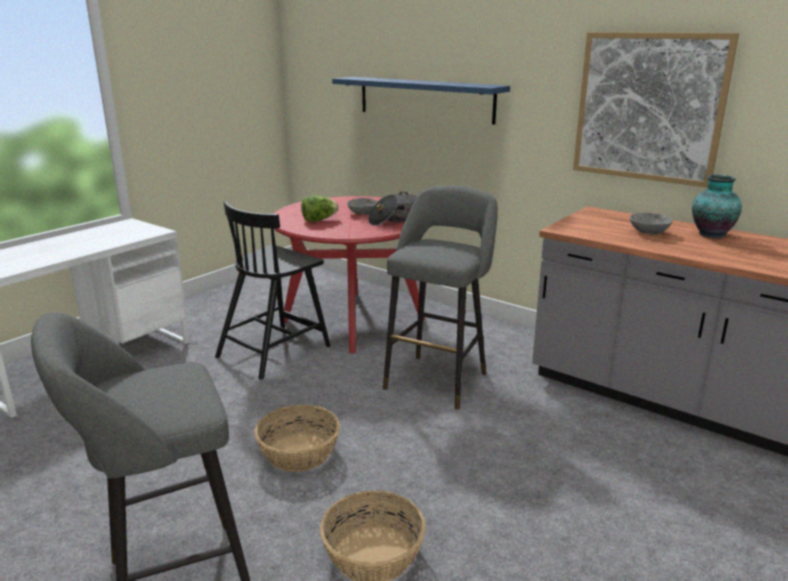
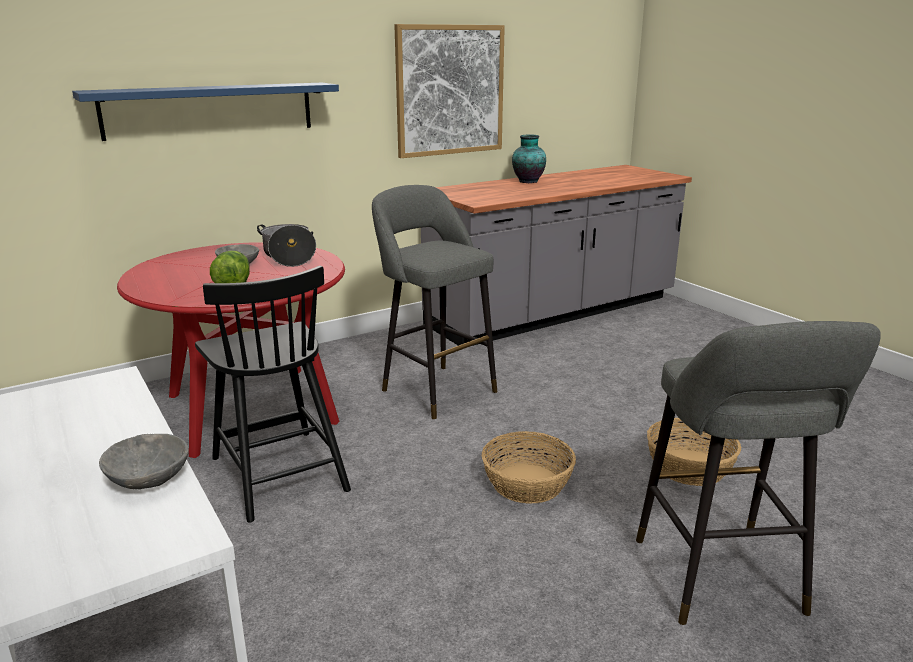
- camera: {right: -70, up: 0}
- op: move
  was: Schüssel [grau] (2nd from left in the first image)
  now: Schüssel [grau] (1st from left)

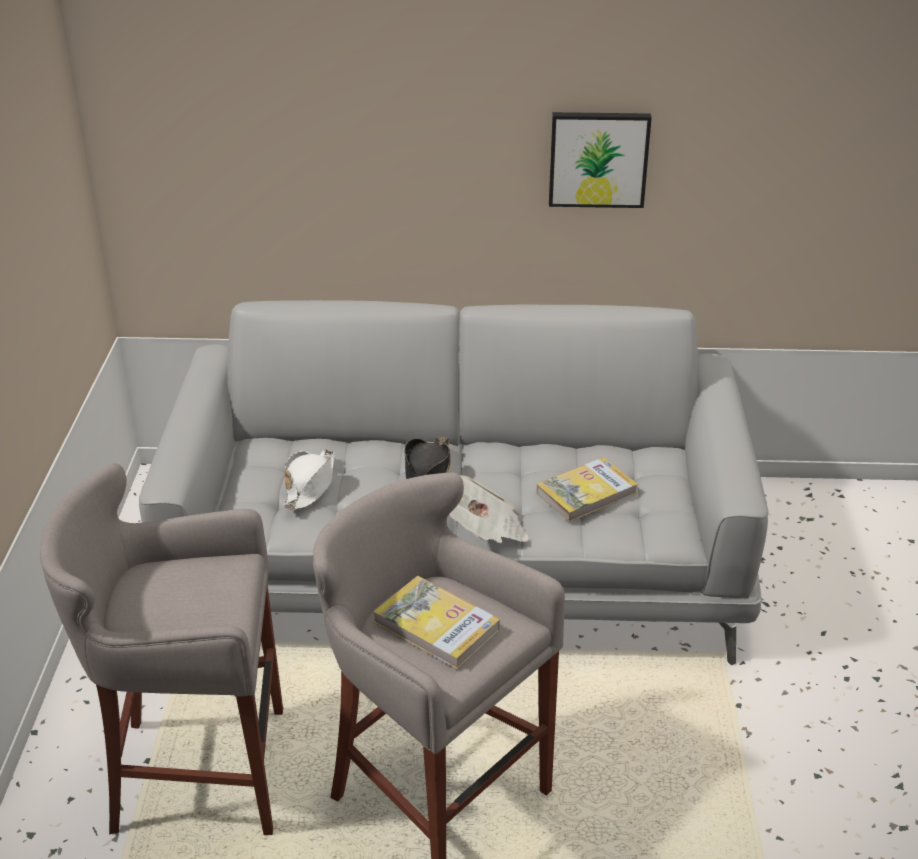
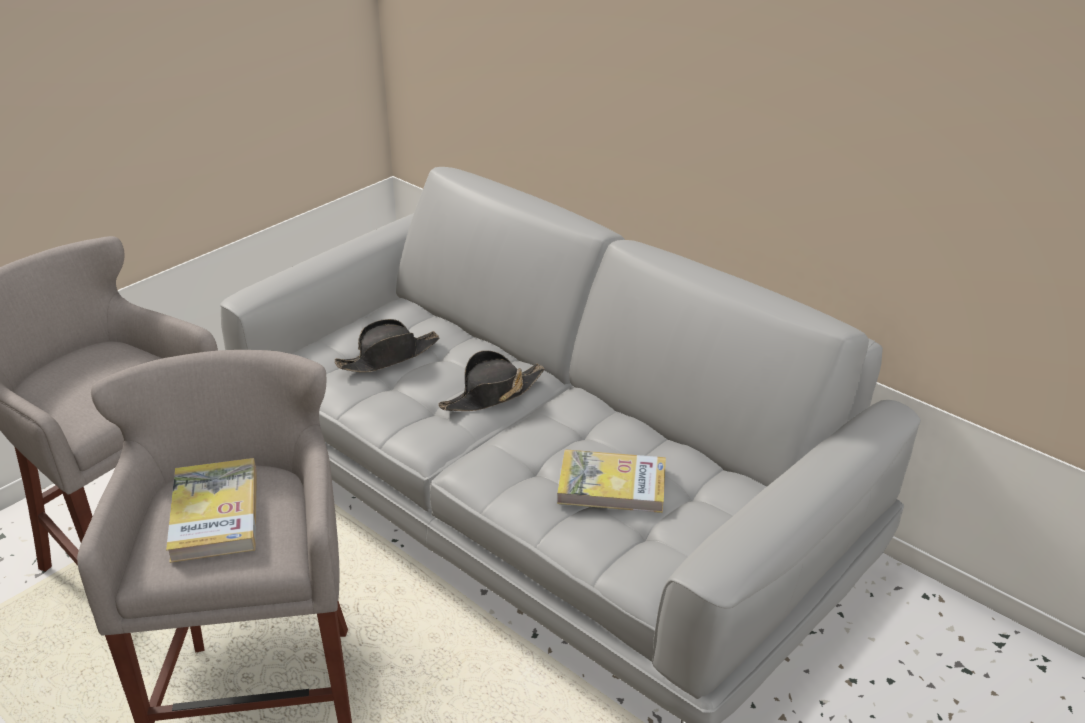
- camera: {right: 40, up: 0}
- op: delete
  was: Zeitung
- op: delete
  was: Bild
- op: recolor
  was: Hut [weiß]
  now: Hut [schwarz] (1st from left)

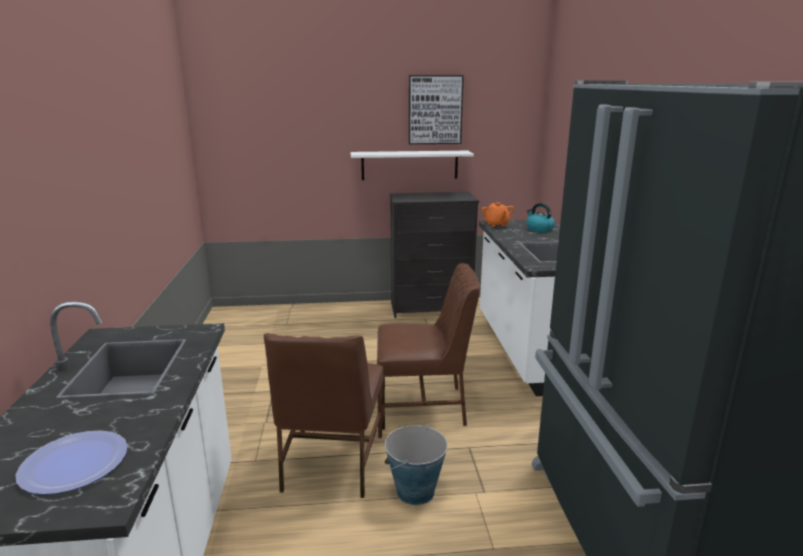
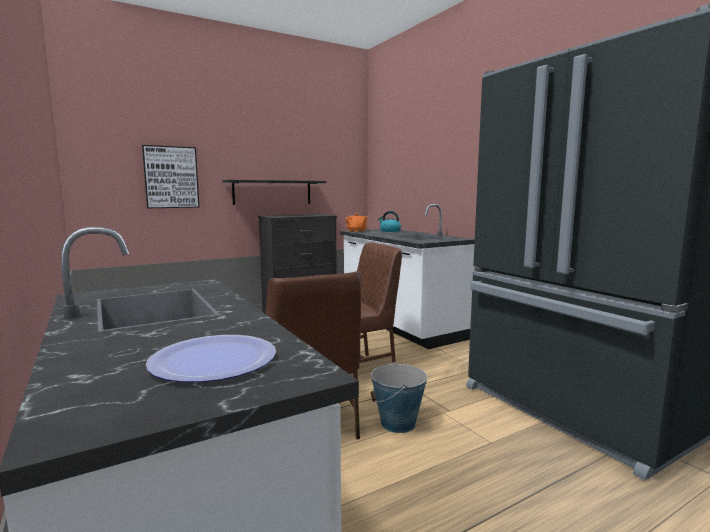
- camera: {right: -25, up: -10}
- op: move
  was: Bild
- op: recolor
  was: Wandregal [weiß]
  now: Wandregal [schwarz]

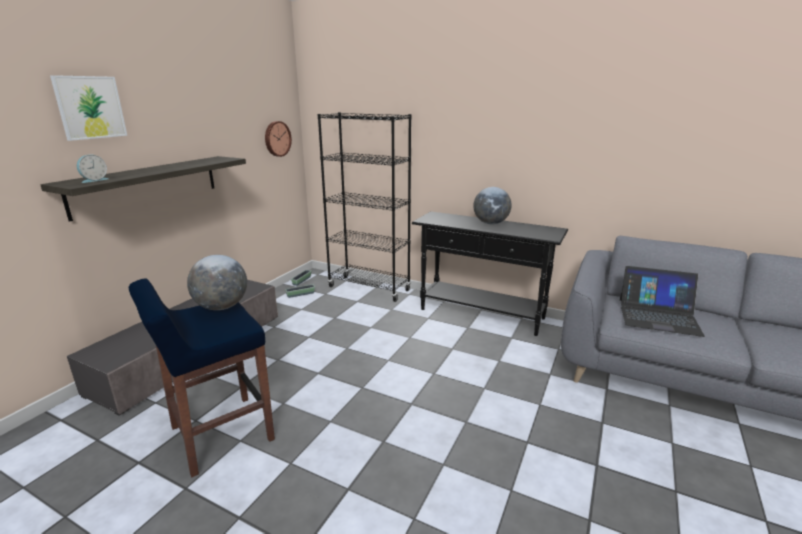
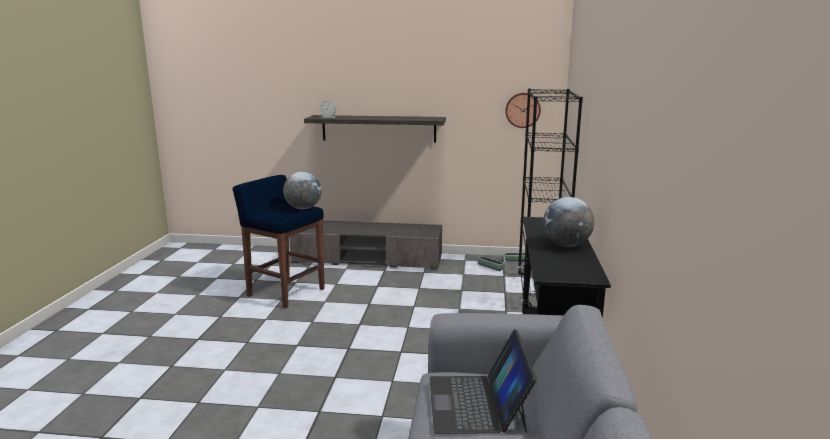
- camera: {right: 70, up: -5}
- op: delete
  was: Bild

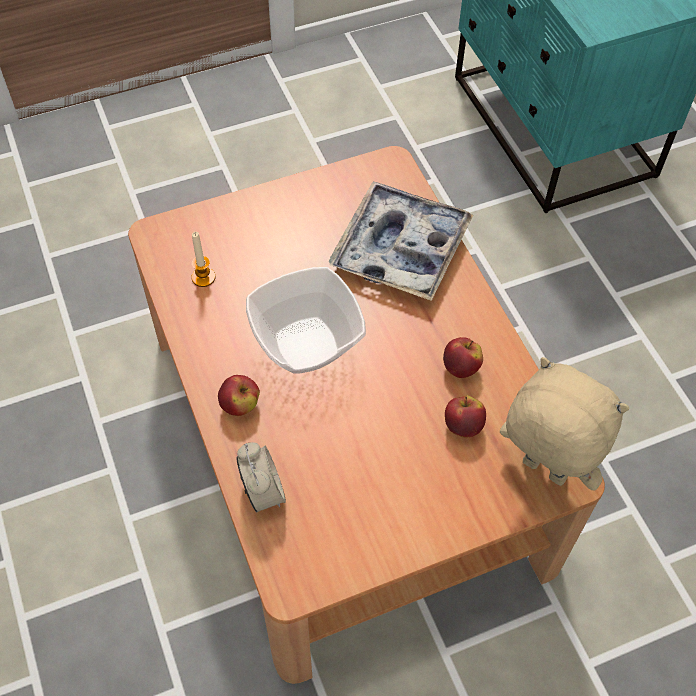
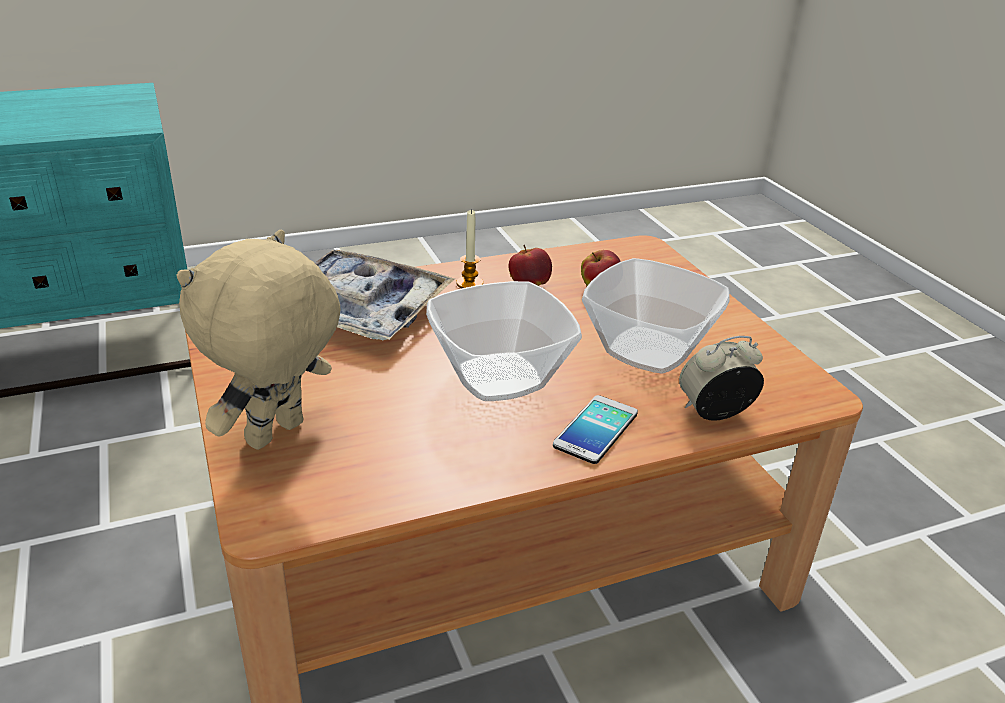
- camera: {right: -90, up: -25}
- op: insert
  now: Schüssel (2nd from left)
- op: move
  was: Kerze
- op: move
  was: Plüschtier [beige]
- op: replace
  was: Apfel (1st from left)
  now: Handy

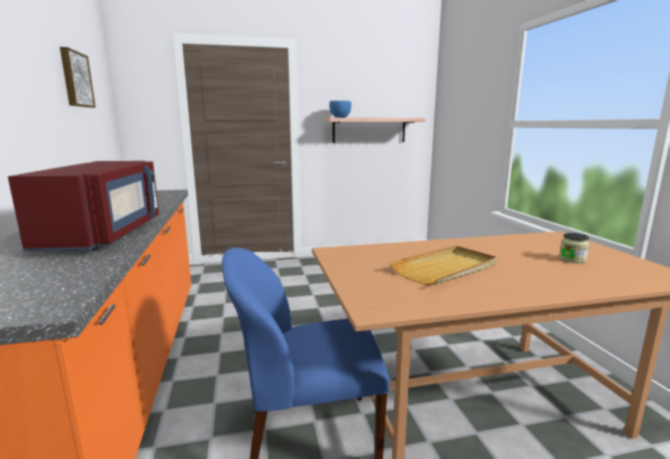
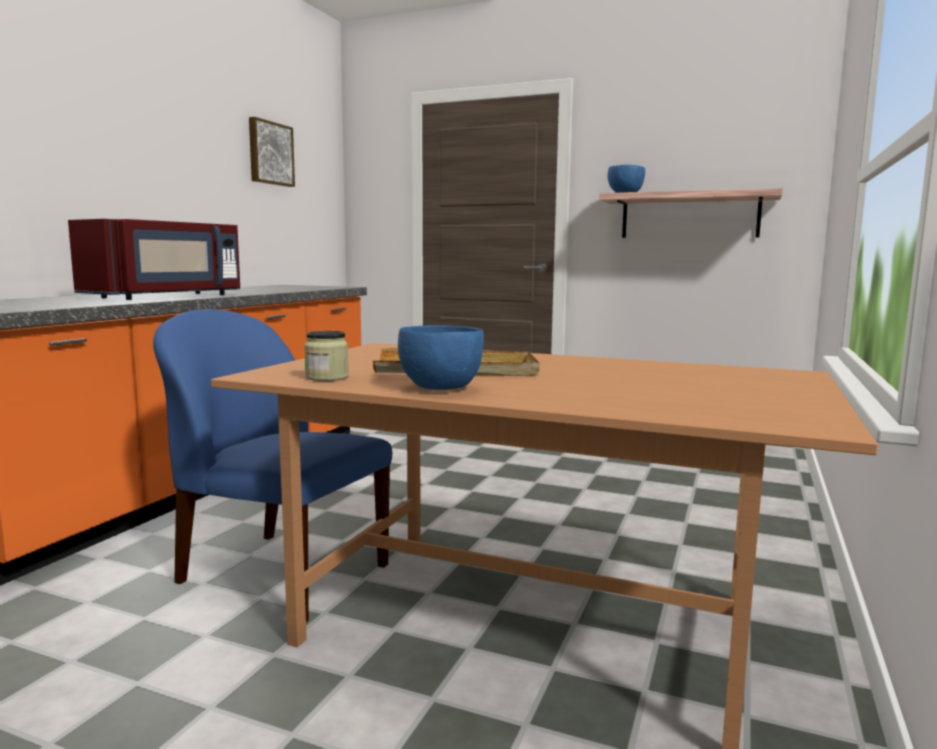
- camera: {right: 35, up: -5}
- op: insert
  now: Schüssel [blau] (1st from left)
- op: move
  was: Vorratsglas

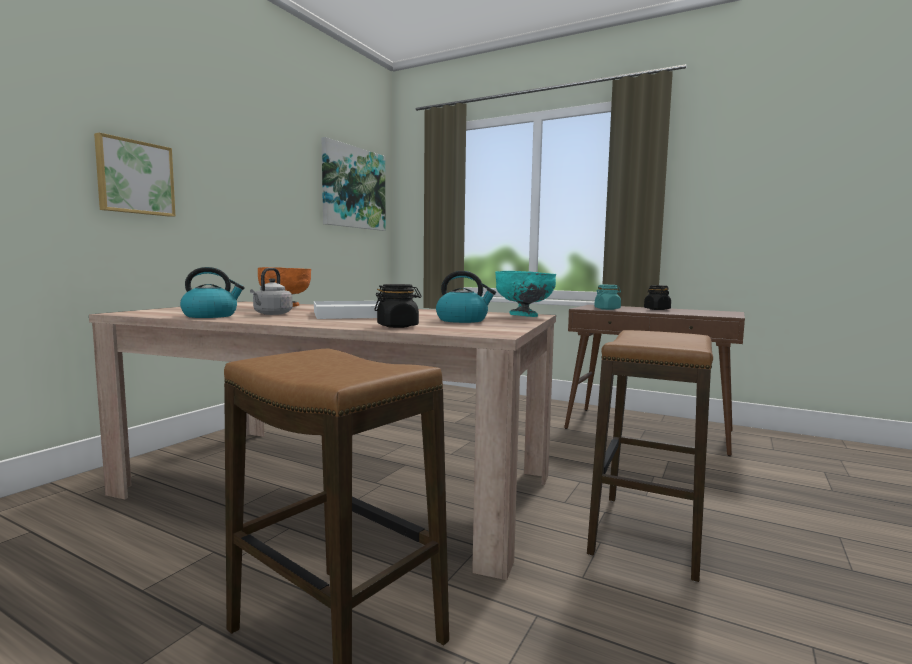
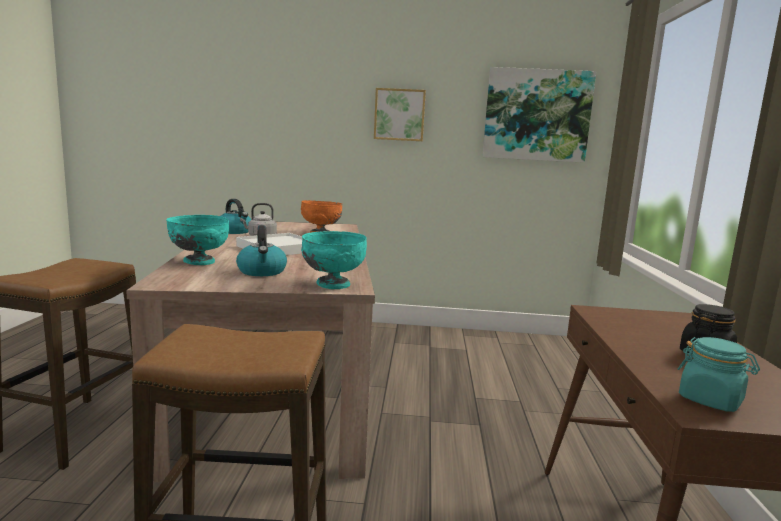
- camera: {right: 65, up: 5}
- op: move
  was: Bild (1st from left)
- op: move
  was: Vorratsglas [türkis]
- op: replace
  was: Vorratsglas [schwarz] (1st from left)
  now: Schüssel [türkis] (1st from left)

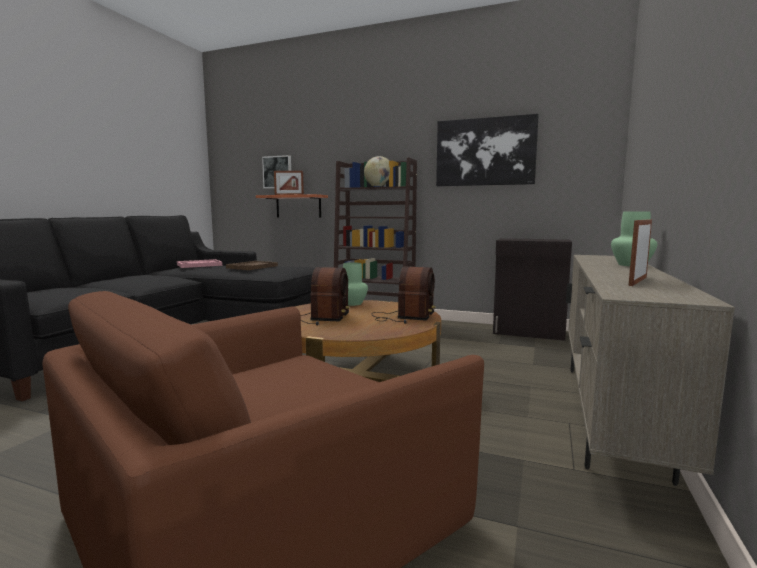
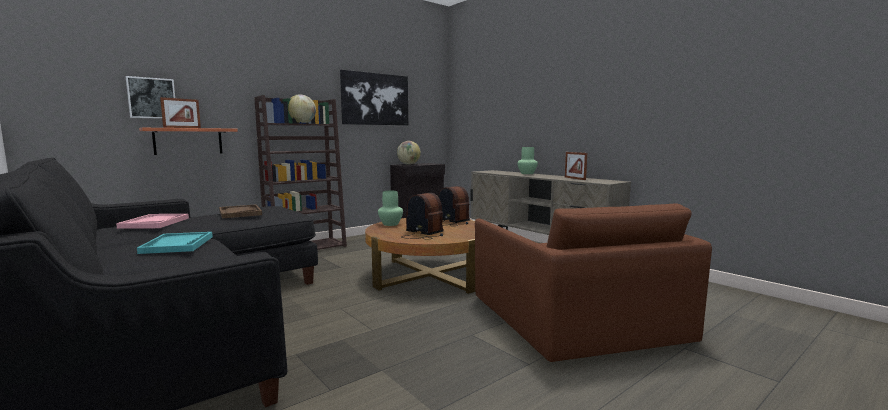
- camera: {right: -60, up: 0}
- op: insert
  now: Tablett [türkis]
- op: insert
  now: Globus (2nd from left)

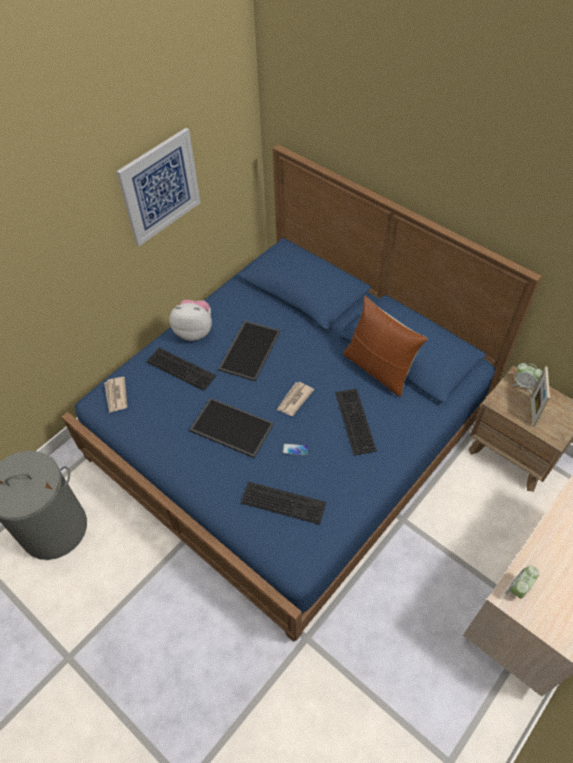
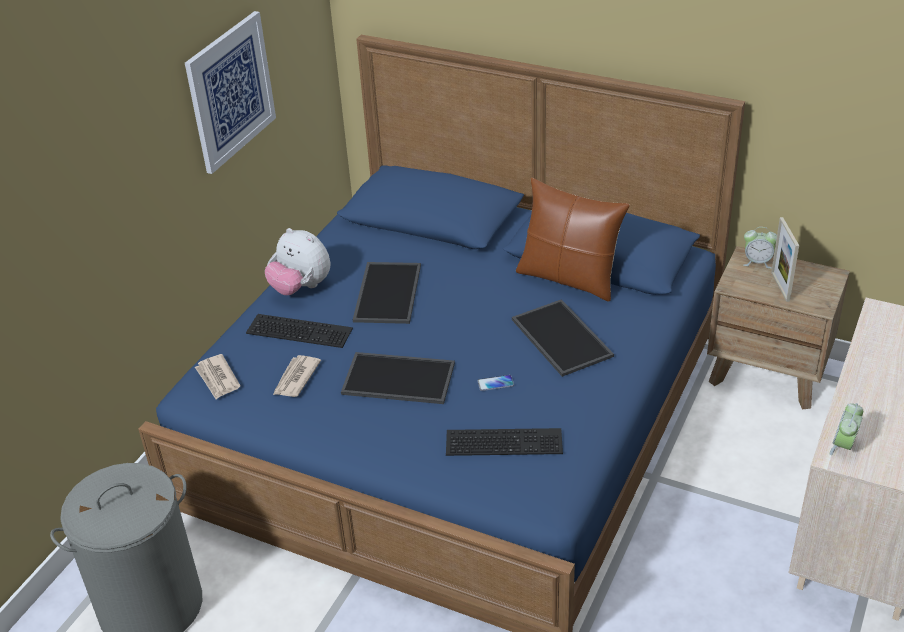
- camera: {right: -15, up: -15}
- op: move
  was: Zeitung (2nd from left)
- op: replace
  was: Tastatur (3rd from left)
  now: Tablett (3rd from left)
- op: rotate
  was: Plüschtier
  clockwise: -135

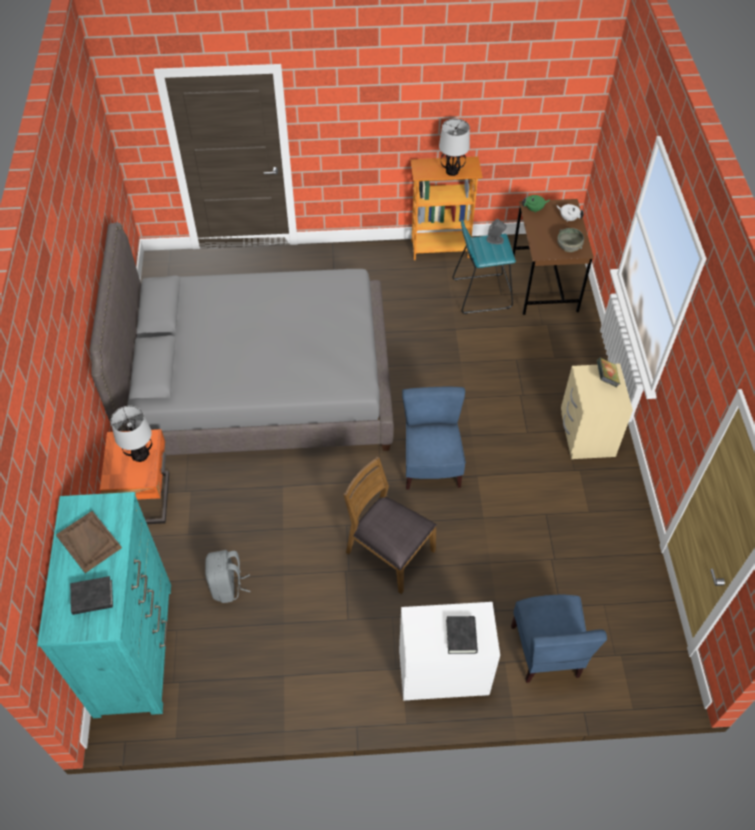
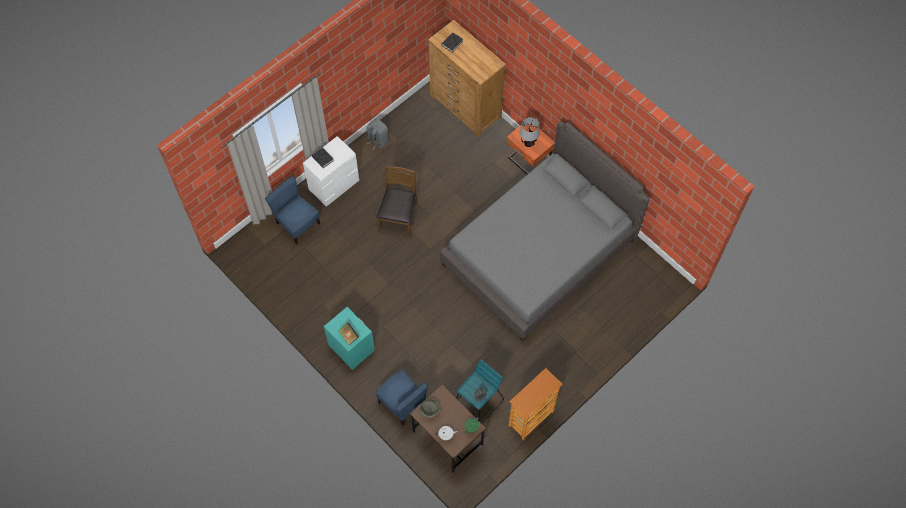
- camera: {right: 140, up: 10}
- op: delete
  was: Tablett [braun]
- op: delete
  was: Tischlampe (2nd from left)
- op: move
  was: Rucksack [grau]
- op: move
  was: Stuhl [blau] (1st from left in the first image)
  now: Stuhl [blau] (2nd from left)
- op: recolor
  was: Kommode [türkis]
  now: Kommode [braun]
- op: recolor
  was: Nachttisch [beige]
  now: Nachttisch [türkis]
- op: rotate
  was: Stuhl [braun]
  clockwise: -75

